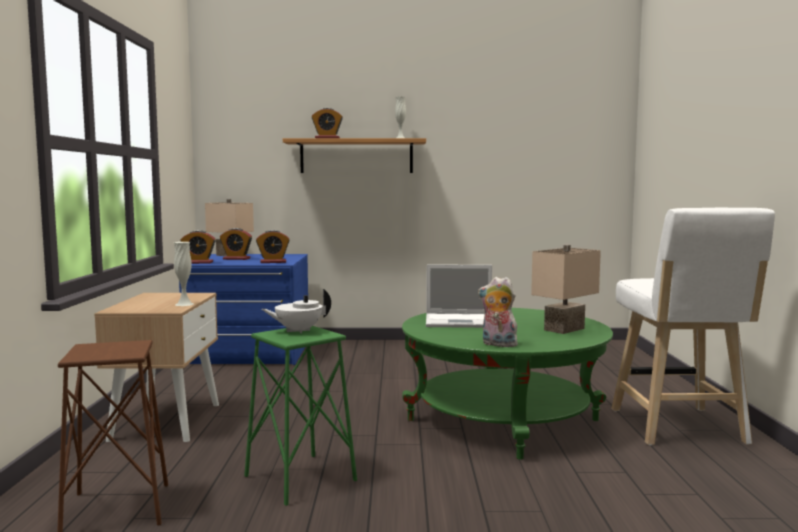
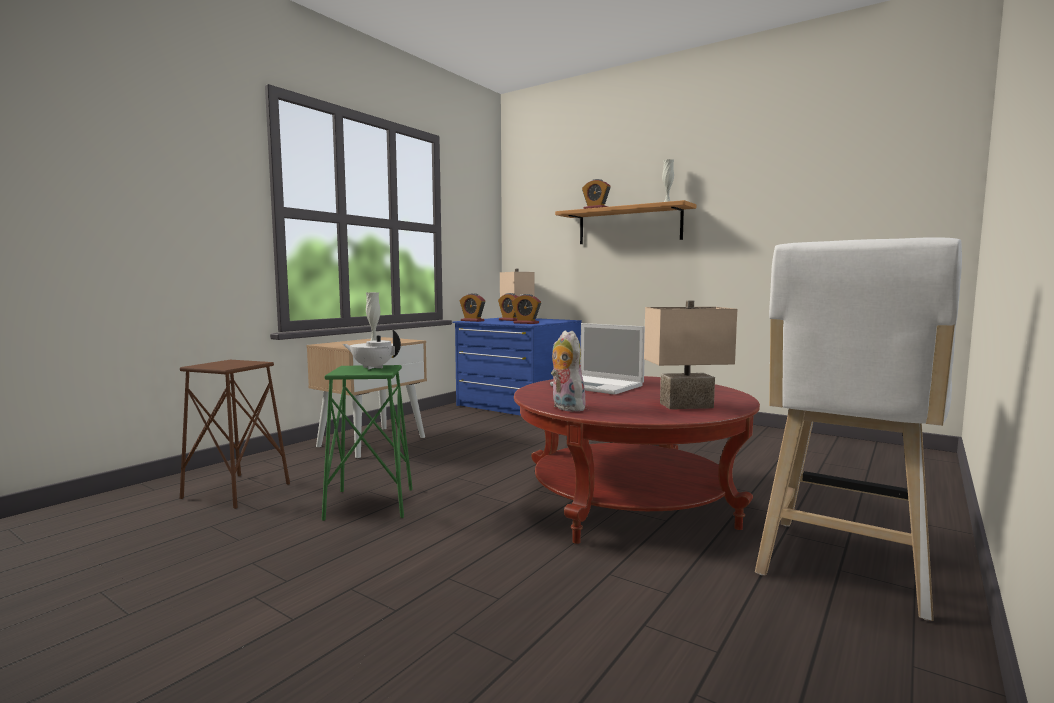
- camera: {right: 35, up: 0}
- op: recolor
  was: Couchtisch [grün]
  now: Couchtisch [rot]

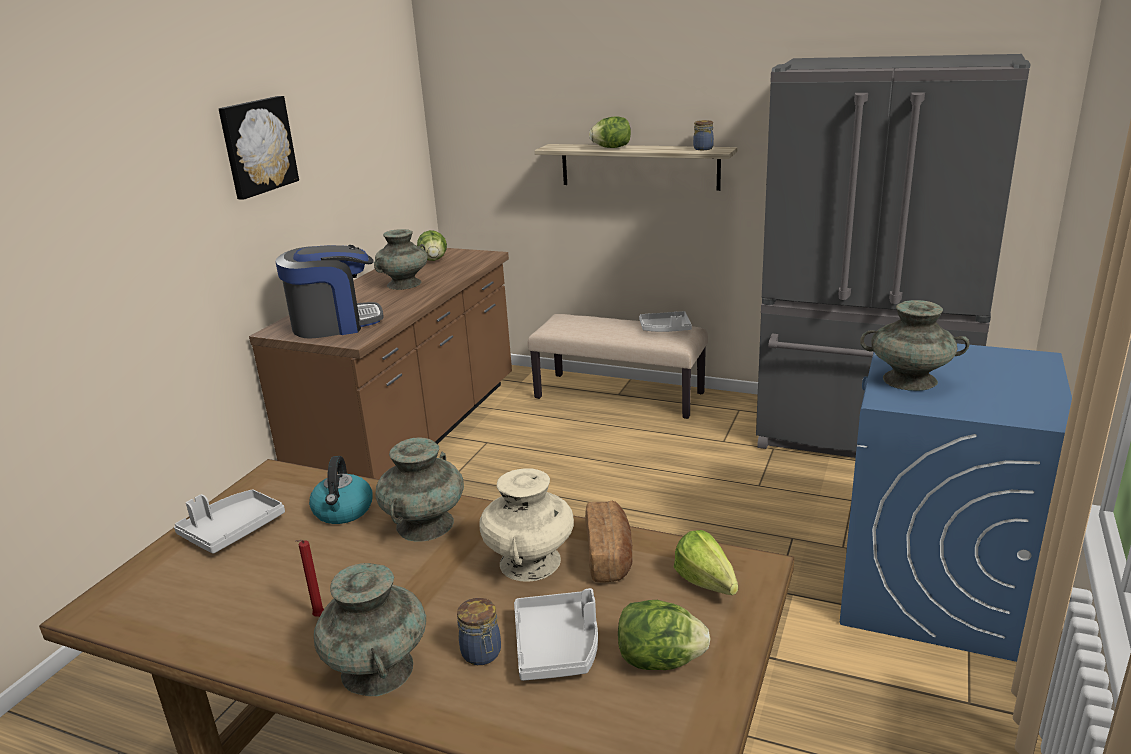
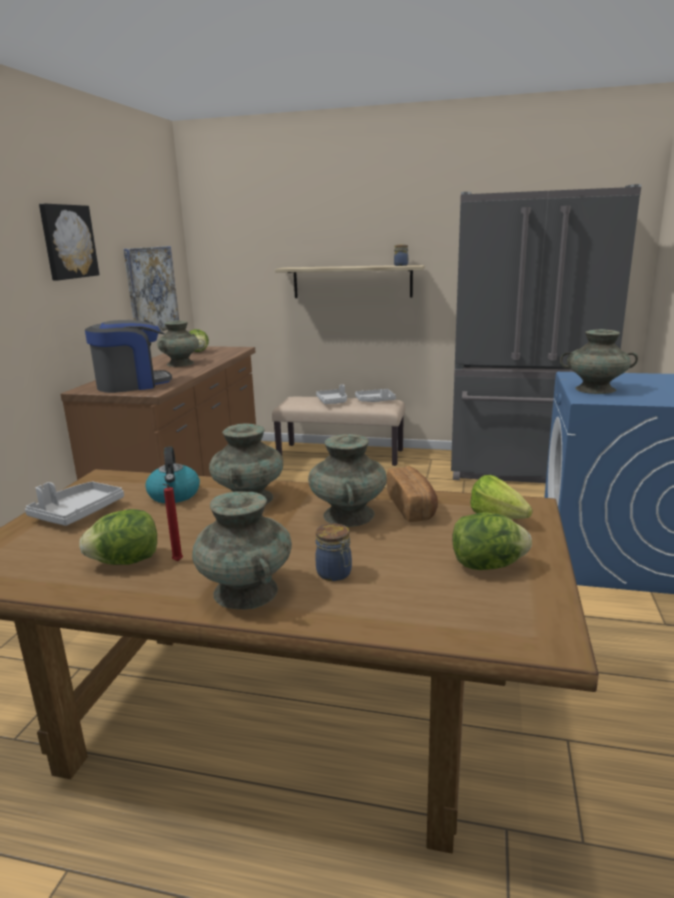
- camera: {right: -10, up: -5}
- op: insert
  now: Bild (2nd from left)
- op: move
  was: Tablett [grau] (2nd from left)
- op: move
  was: Salatkopf (2nd from left in the first image)
  now: Salatkopf (1st from left)
- op: recolor
  was: Vase [beige]
  now: Vase [türkis] (4th from left)

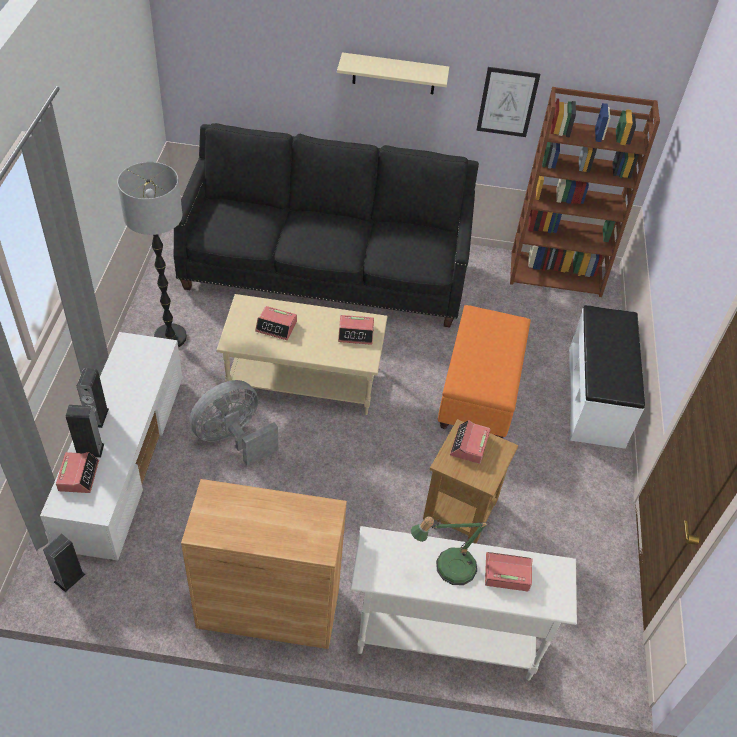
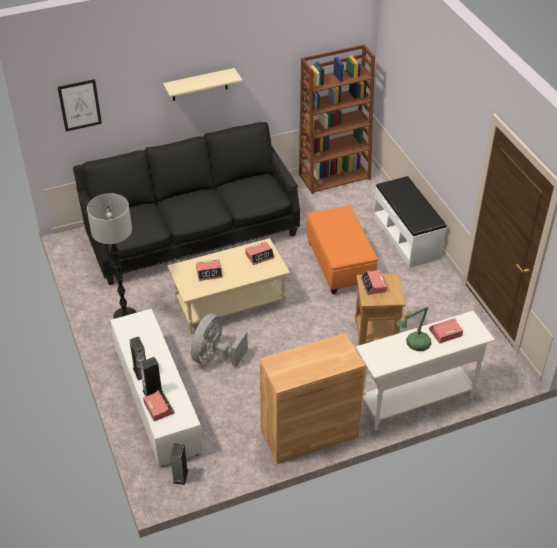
- camera: {right: -25, up: -5}
- op: move
  was: Bild

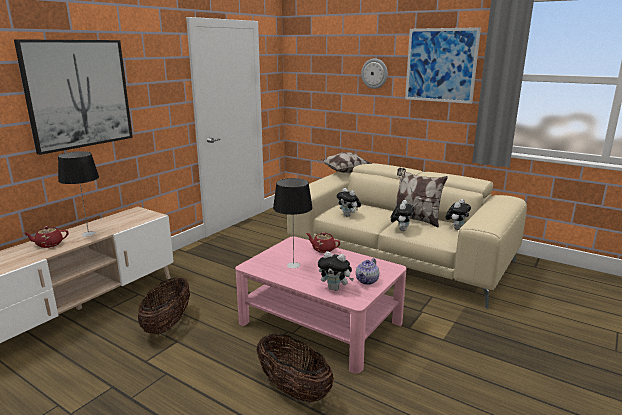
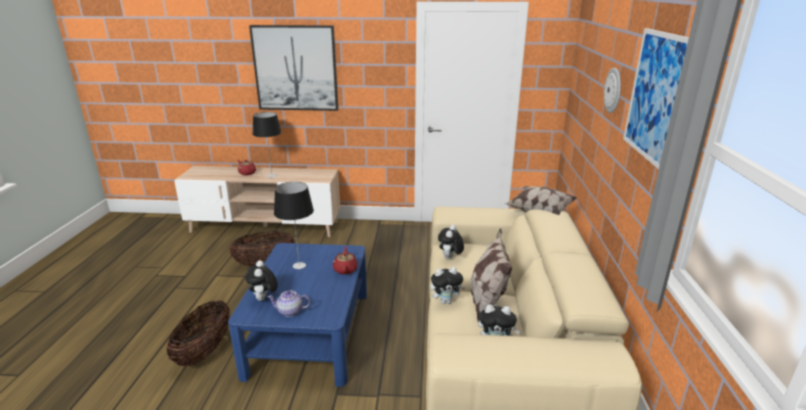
- camera: {right: 60, up: 5}
- op: recolor
  was: Couchtisch [rosa]
  now: Couchtisch [blau]

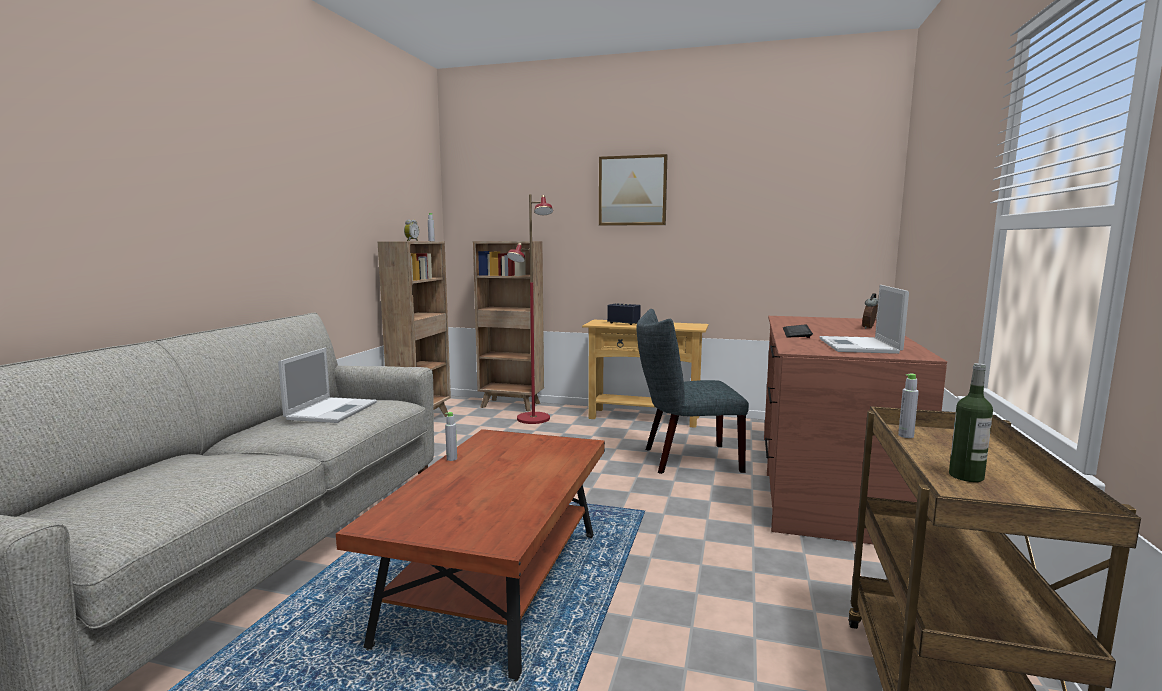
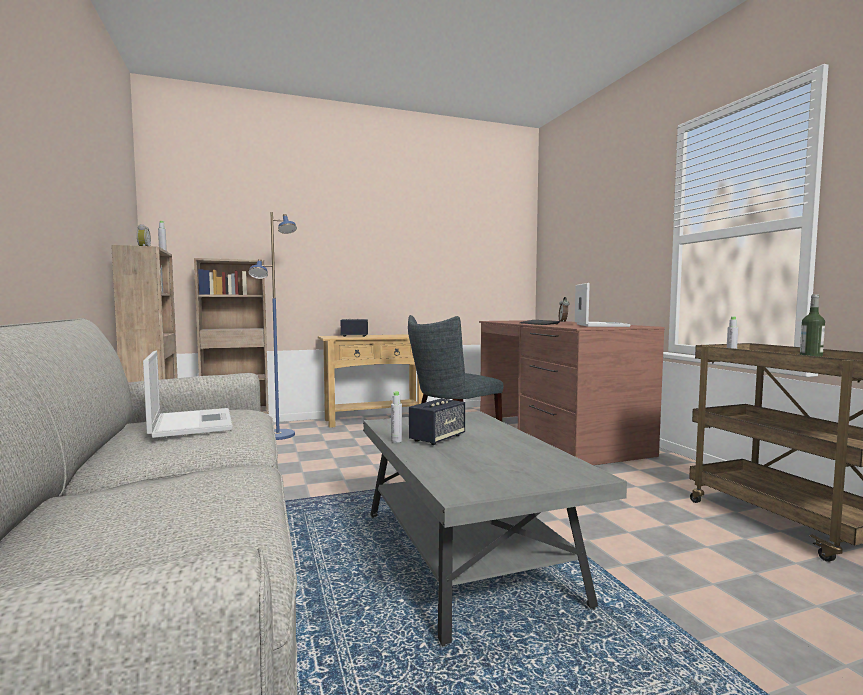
- camera: {right: -35, up: -5}
- op: delete
  was: Bild
- op: insert
  now: Lautsprecher (2nd from left)
- op: recolor
  was: Couchtisch [braun]
  now: Couchtisch [grau]
- op: recolor
  was: Stehlampe [rot]
  now: Stehlampe [blau]
- op: rotate
  was: Laptop (2nd from left)
  clockwise: -150

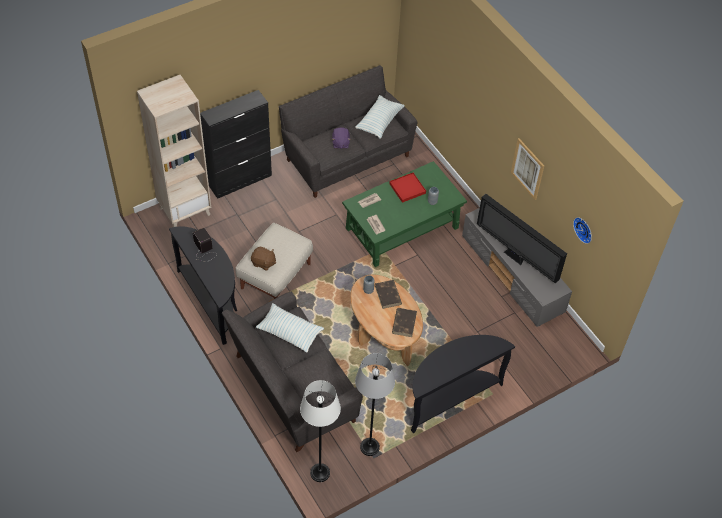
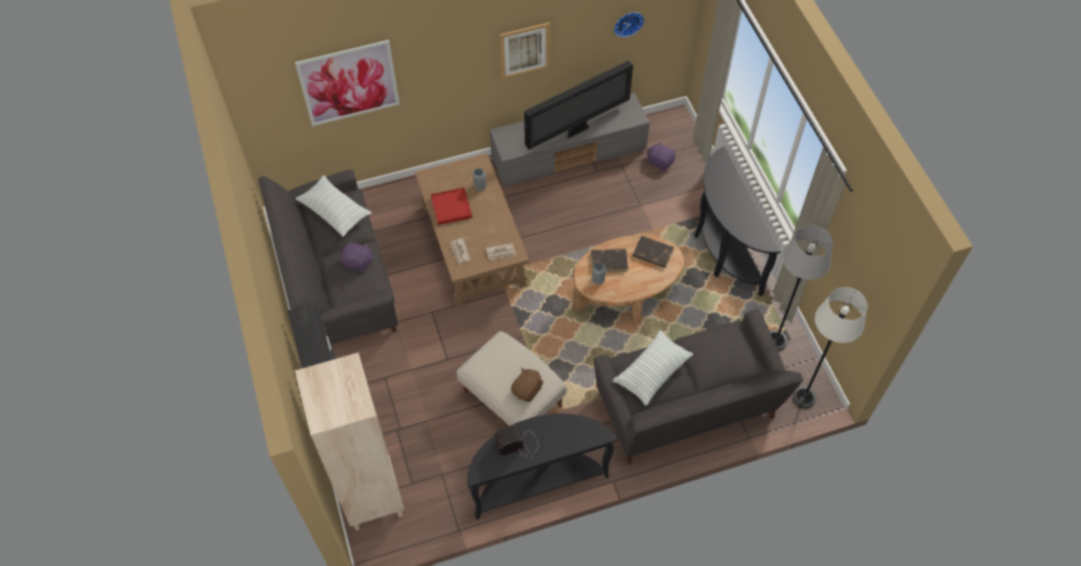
- camera: {right: -75, up: 5}
- op: insert
  now: Bild (1st from left)
- op: insert
  now: Plüschtier [lila] (2nd from left)
- op: recolor
  was: Couchtisch [grün]
  now: Couchtisch [braun] (1st from left)

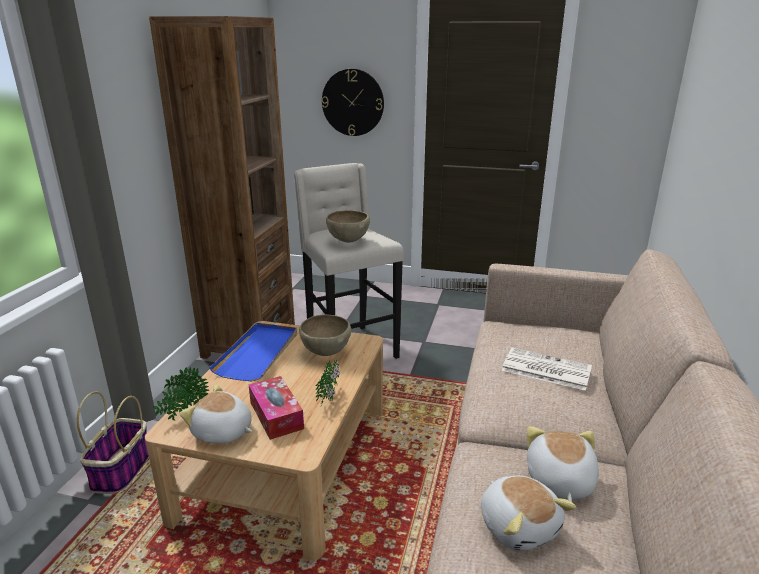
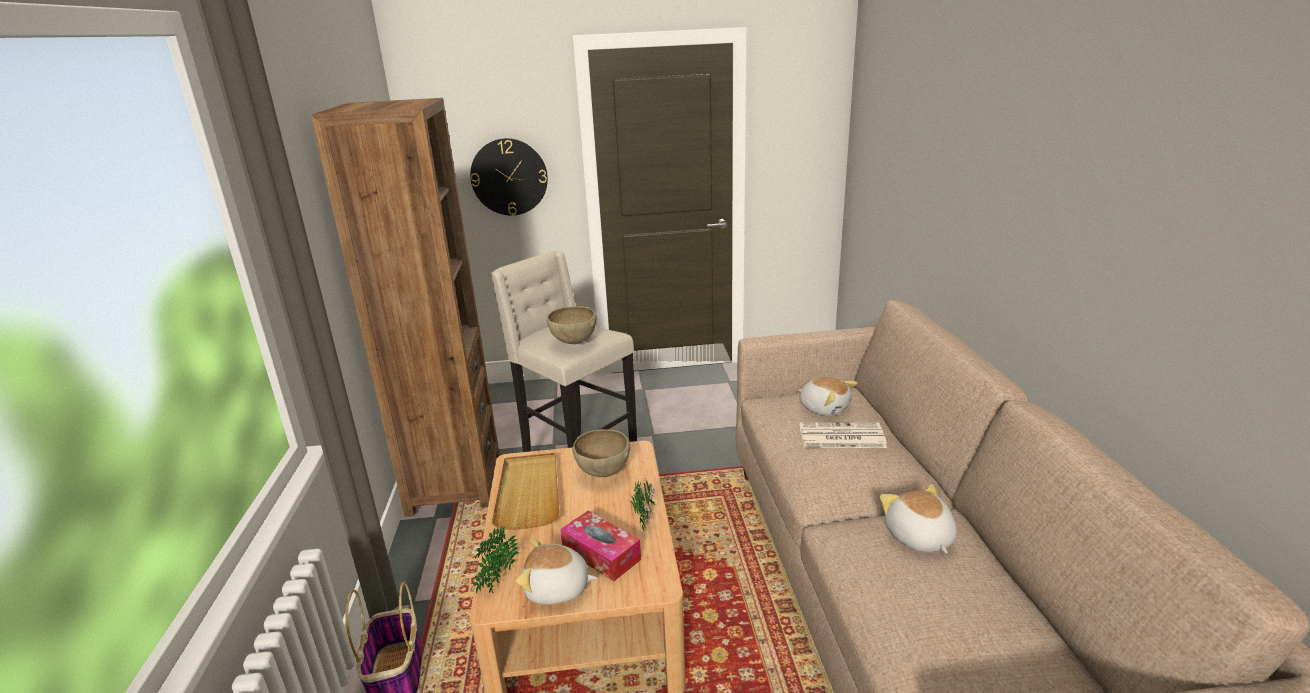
- camera: {right: -20, up: 0}
- op: move
  was: Plüschtier (2nd from left)
- op: recolor
  was: Tablett [blau]
  now: Tablett [beige]

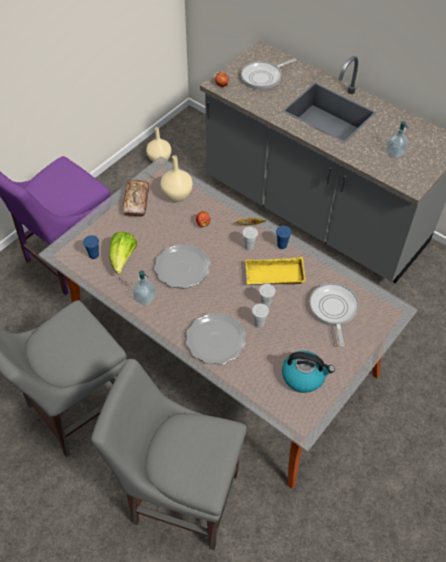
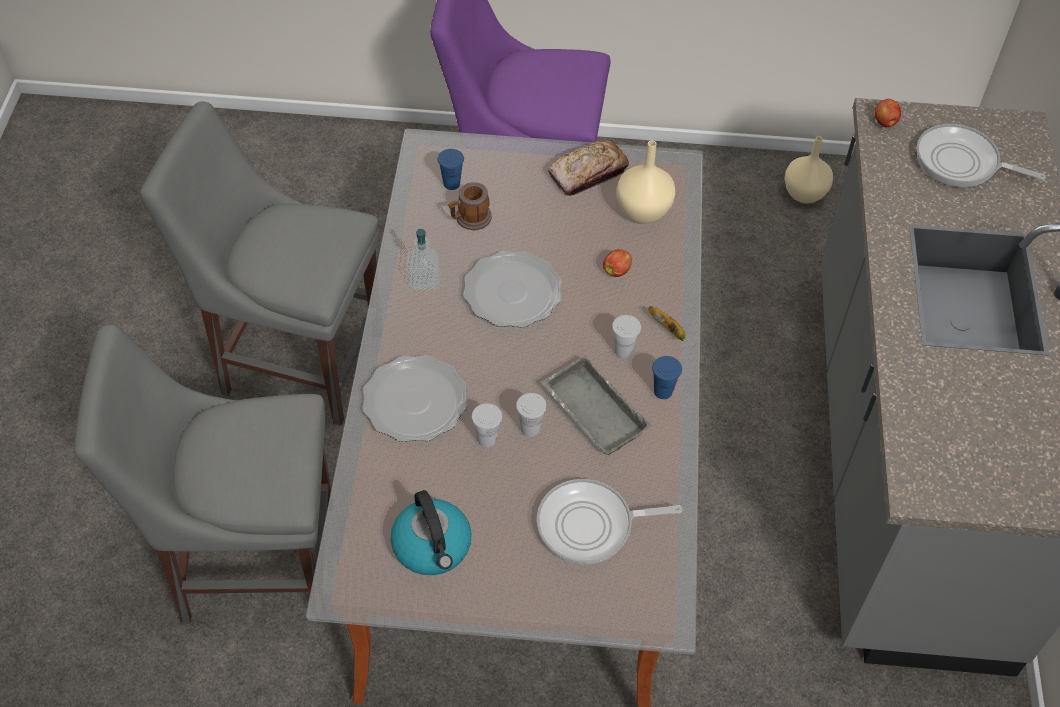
- camera: {right: 55, up: 0}
- op: delete
  was: Seifenspender (2nd from left)
- op: replace
  was: Salatkopf
  now: Henkelbecher
- op: recolor
  was: Tablett [gelb]
  now: Tablett [grau]
- op: rotate
  was: Stuhl [grau] (2nd from left in the first image)
  clockwise: -75
- op: rotate
  was: Pfanne (2nd from left in the first image)
  clockwise: -150

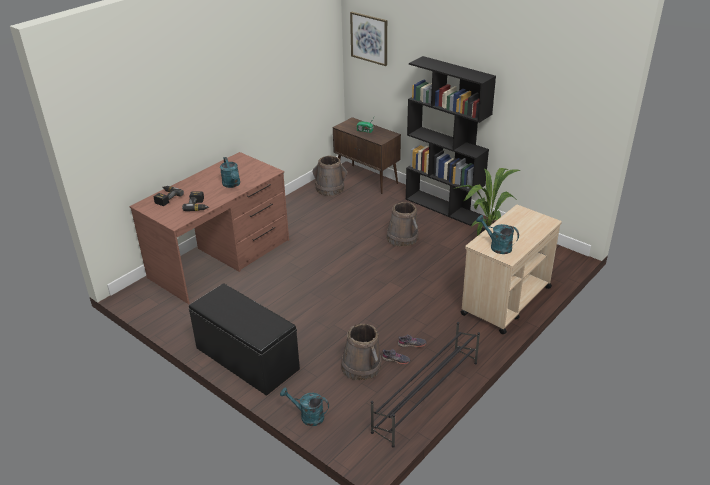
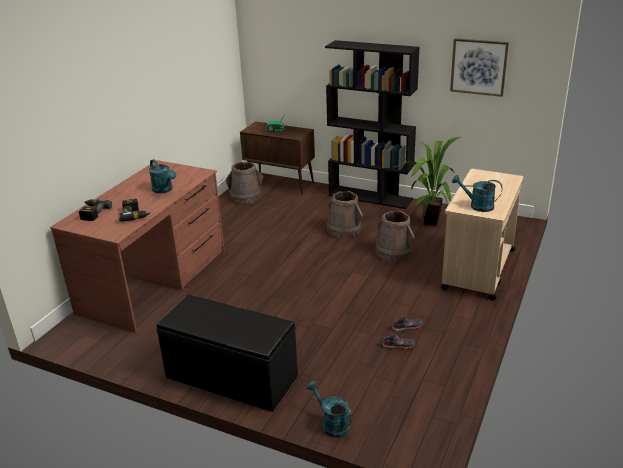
- camera: {right: -15, up: -5}
- op: delete
  was: Schuhregal [schwarz]
- op: move
  was: Eimer [braun] (2nd from left in the first image)
  now: Eimer [braun] (3rd from left)
- op: move
  was: Bild
- op: rotate
  was: Gießkanne [türkis] (2nd from left)
  clockwise: 45

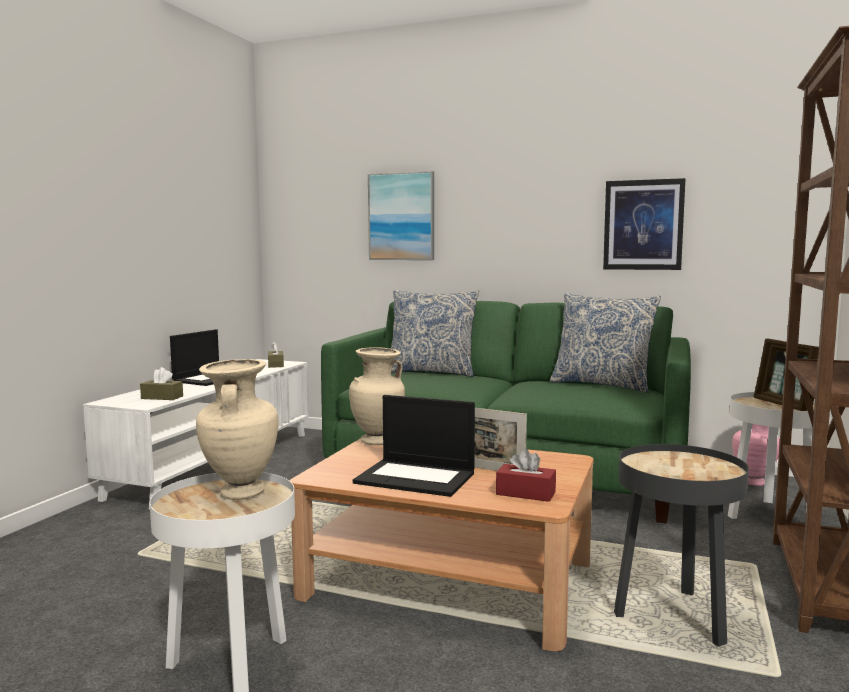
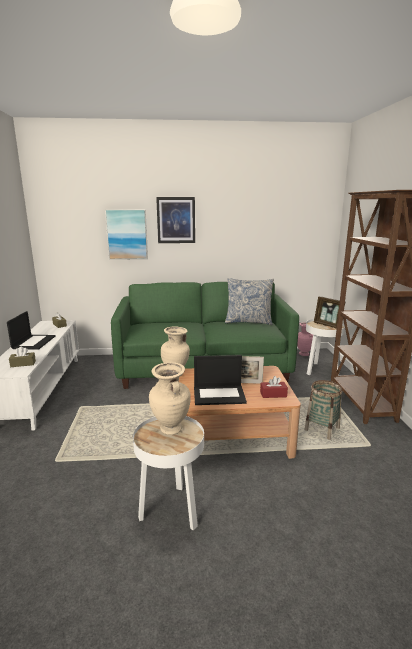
- camera: {right: -25, up: 10}
- op: delete
  was: Kissen (1st from left)
- op: move
  was: Bild (2nd from left)
- op: replace
  was: Beistelltisch [schwarz]
  now: Korb

